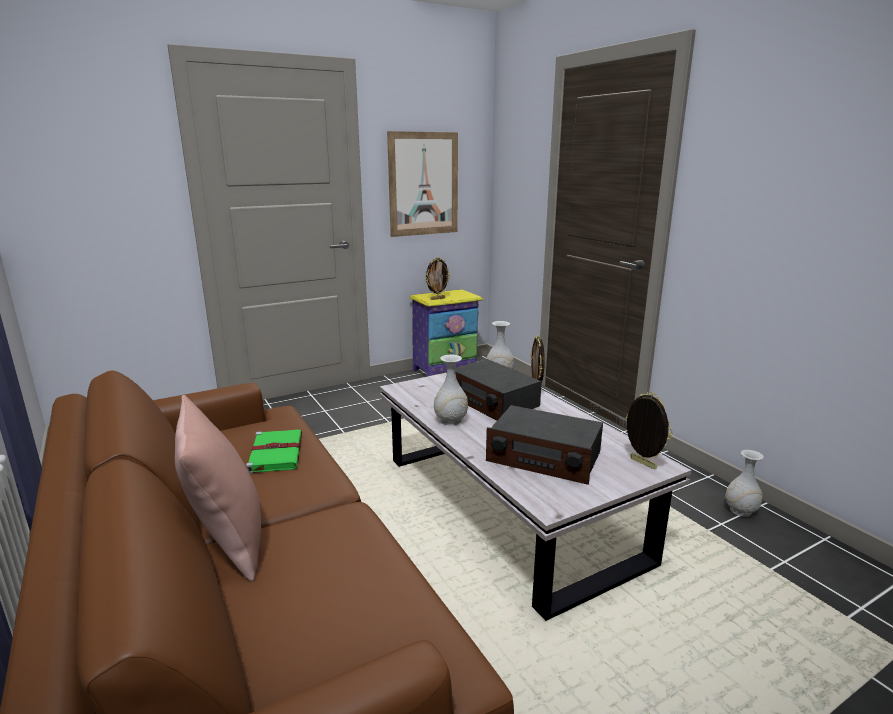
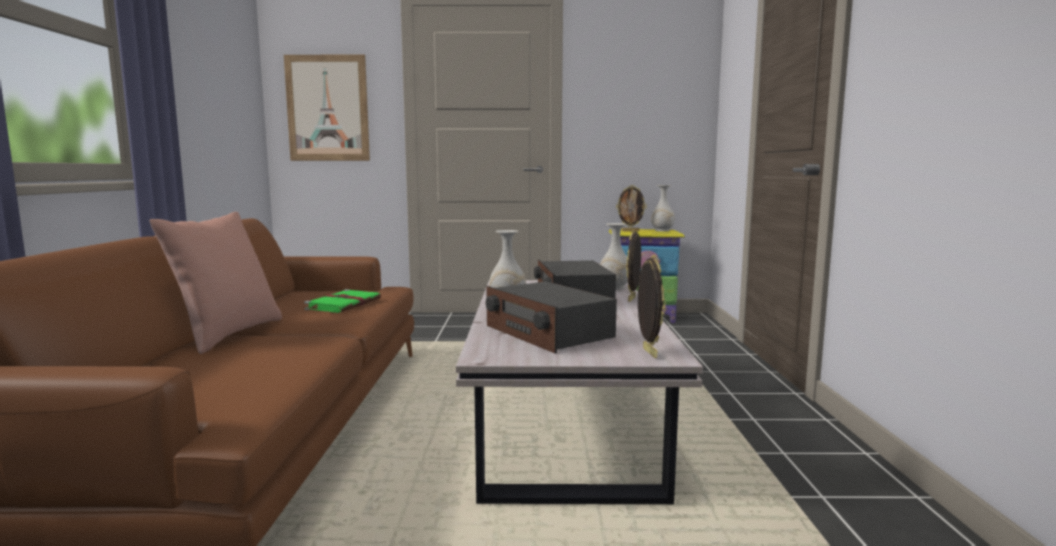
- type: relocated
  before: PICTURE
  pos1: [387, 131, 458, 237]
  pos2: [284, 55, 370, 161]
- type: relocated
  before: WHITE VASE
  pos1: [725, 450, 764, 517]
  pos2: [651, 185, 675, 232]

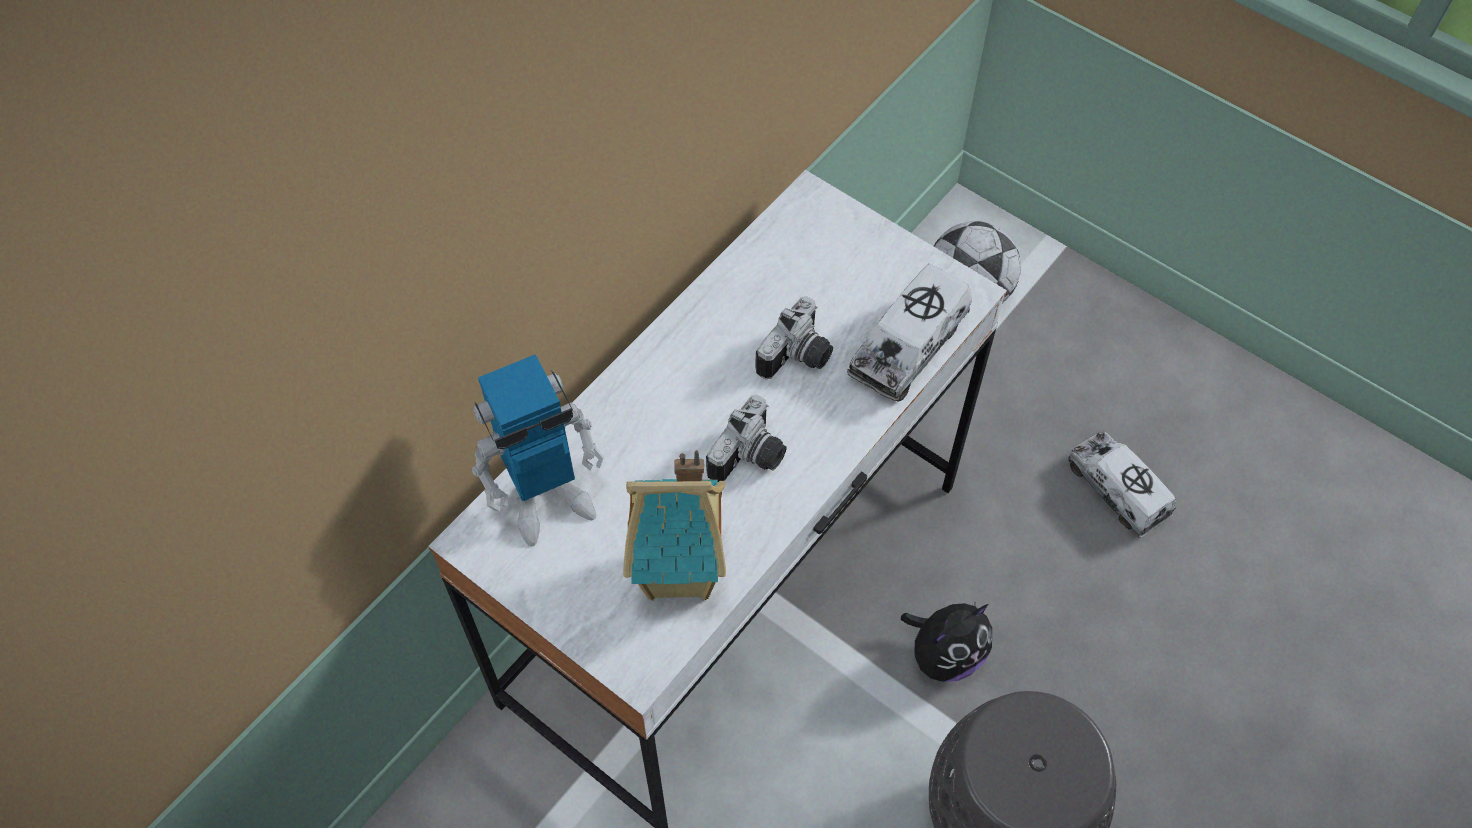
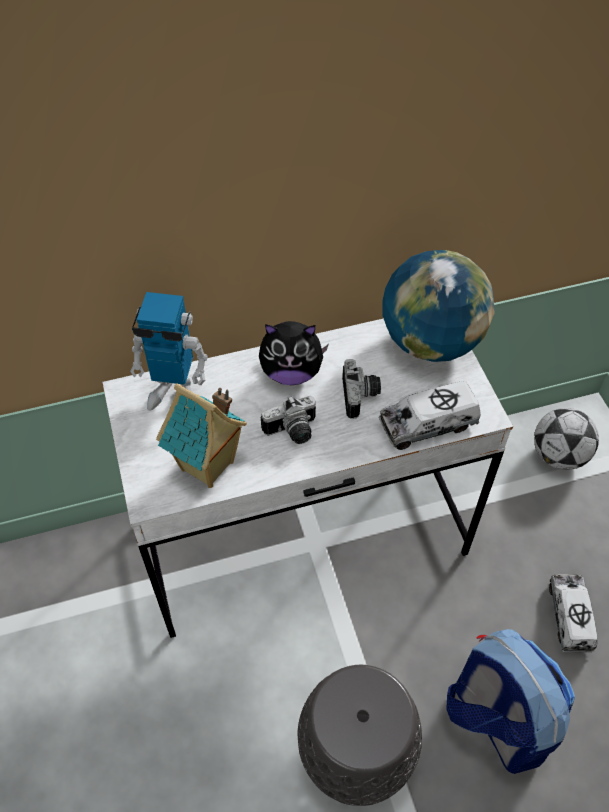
- type: spun
  before: PHOTO CAMERA
  pos1: [755, 296, 833, 379]
  pos2: [342, 359, 381, 419]
  turn: -75
- type: relocated
  before: PLUSH TOY
  pos1: [901, 601, 992, 682]
  pos2: [259, 321, 329, 385]
- type: appeared
  after: GLOBE
  pos2: [382, 250, 495, 362]
- type: appeared
  after: BACKPACK
  pos2: [446, 629, 575, 774]

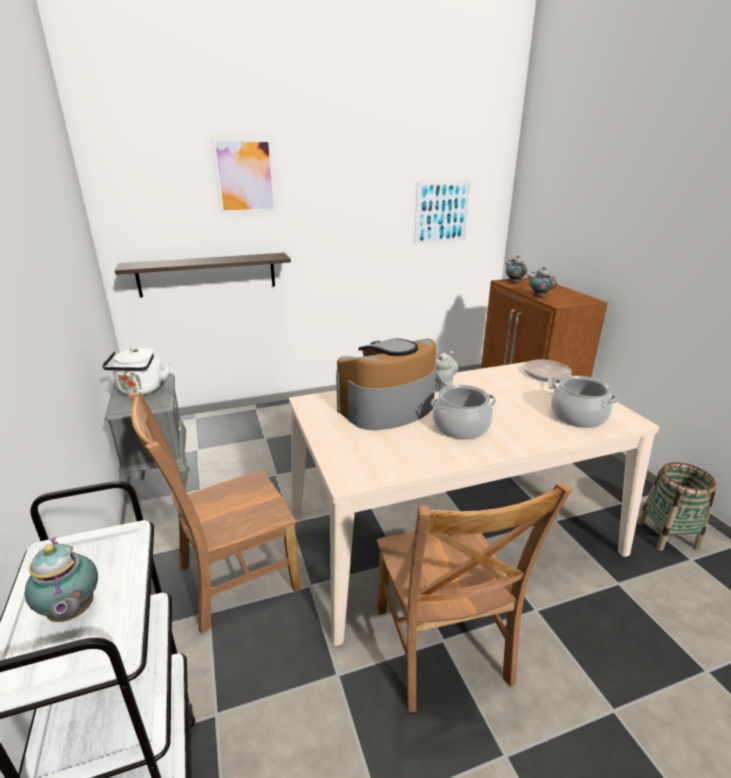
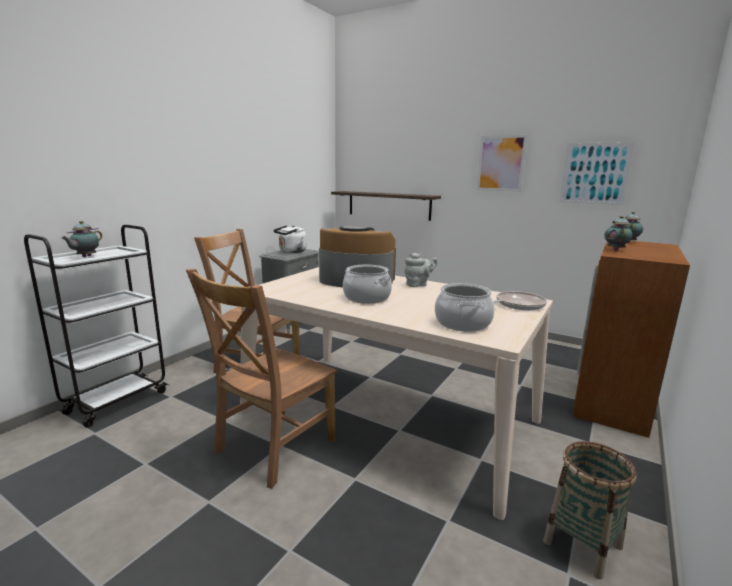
- type: relocated
  before: PICTURE
  pos1: [211, 138, 277, 214]
  pos2: [477, 135, 527, 192]

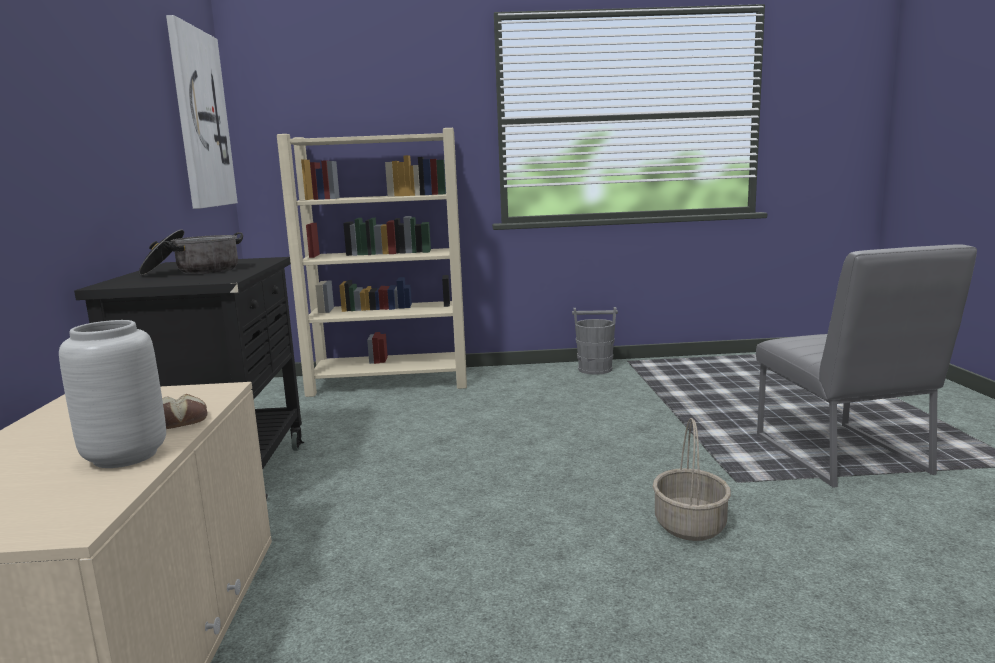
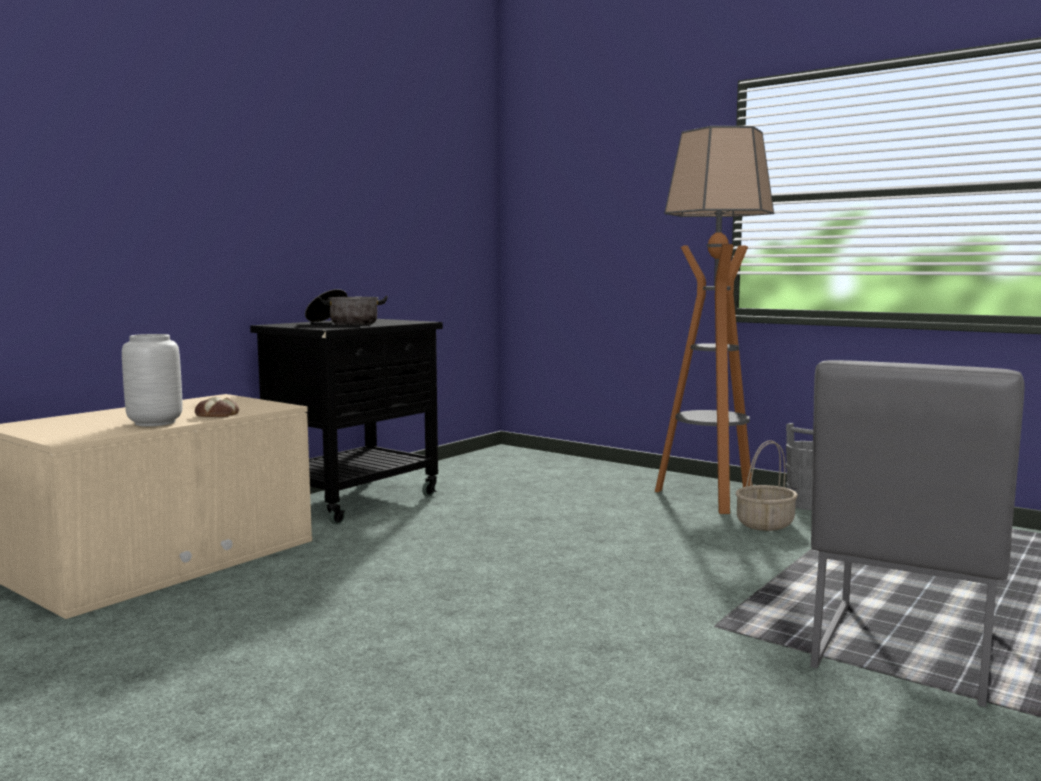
- type: missing
  before: PICTURE
  pos1: [166, 15, 238, 209]
- type: missing
  before: BEIGE BOOKCASE
  pos1: [277, 128, 467, 397]
- type: relocated
  before: BASKET
  pos1: [653, 418, 731, 541]
  pos2: [736, 440, 798, 531]
- type: appeared
  after: FLOOR LAMP
  pos2: [655, 126, 774, 514]

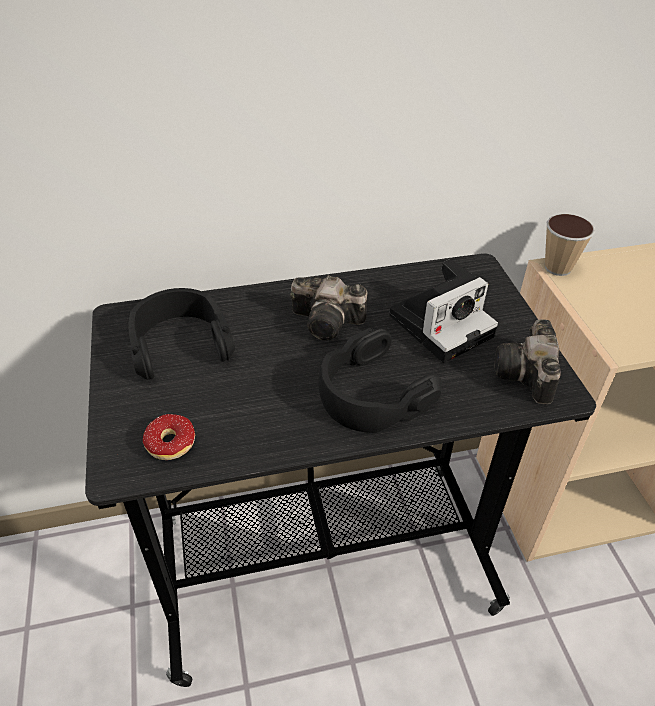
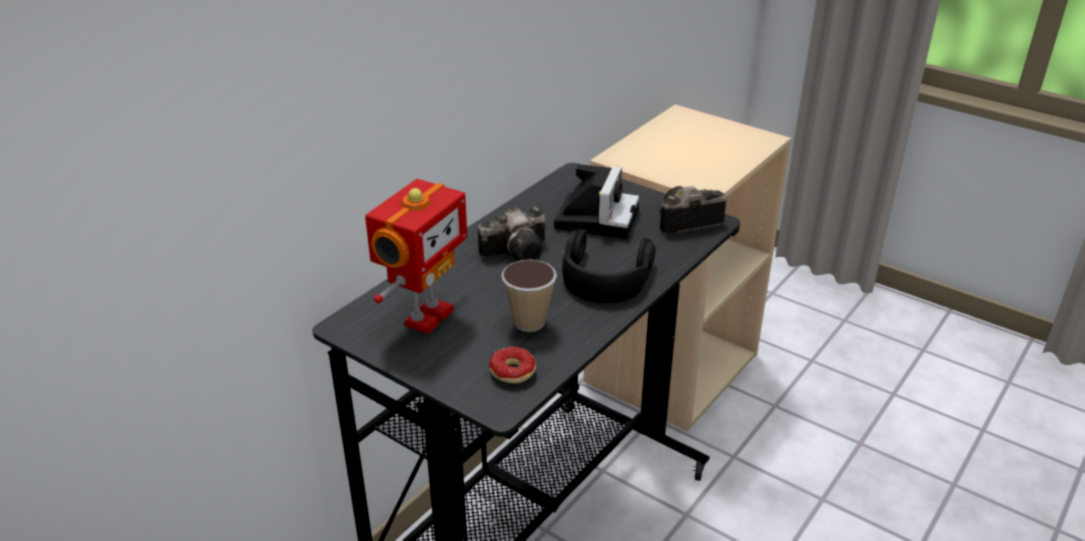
- type: relocated
  before: CUP
  pos1: [545, 214, 595, 276]
  pos2: [501, 260, 557, 332]
- type: exchanged
  before: BLACK HEADPHONES
  after: TOY ROBOT
  pos1: [128, 288, 235, 380]
  pos2: [365, 179, 467, 334]
- type: spun
  before: PHOTO CAMERA
  pos1: [495, 319, 561, 404]
  pos2: [660, 186, 727, 234]
  turn: 105

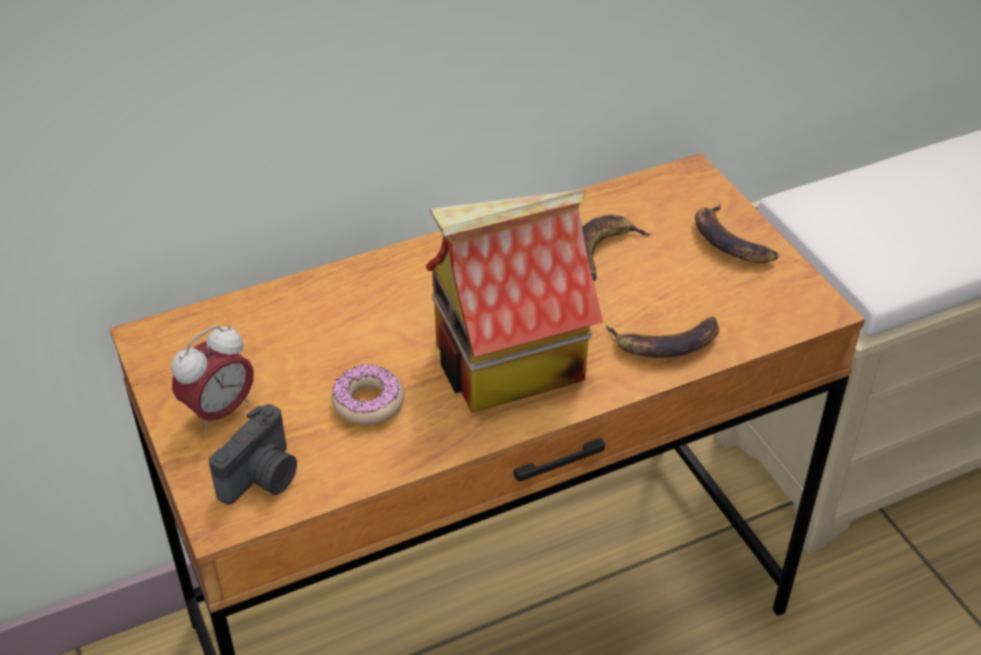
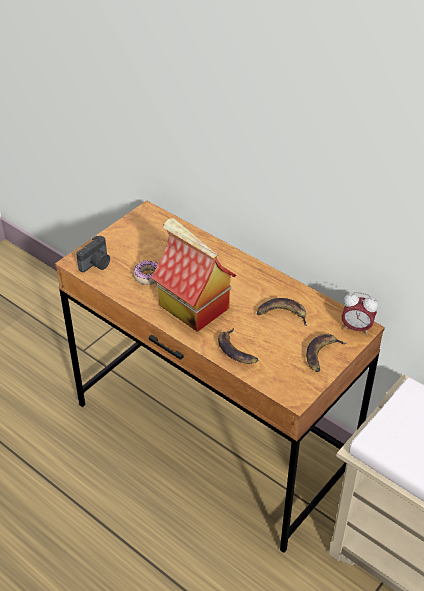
- type: relocated
  before: ALARM CLOCK
  pos1: [171, 325, 254, 433]
  pos2: [341, 292, 378, 335]
- type: spun
  before: PHOTO CAMERA
  pos1: [209, 404, 297, 505]
  pos2: [76, 236, 110, 272]
  turn: -60

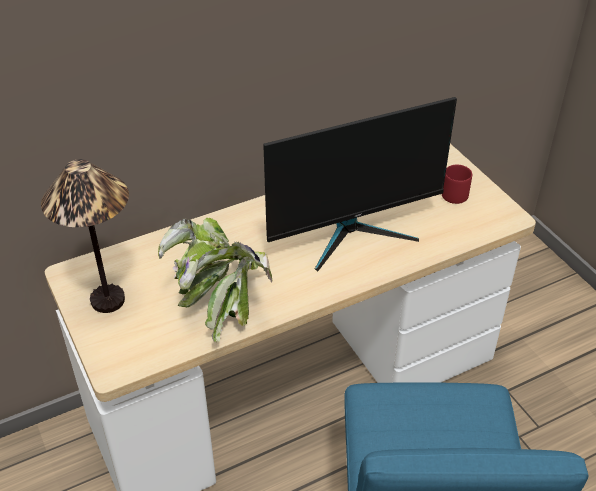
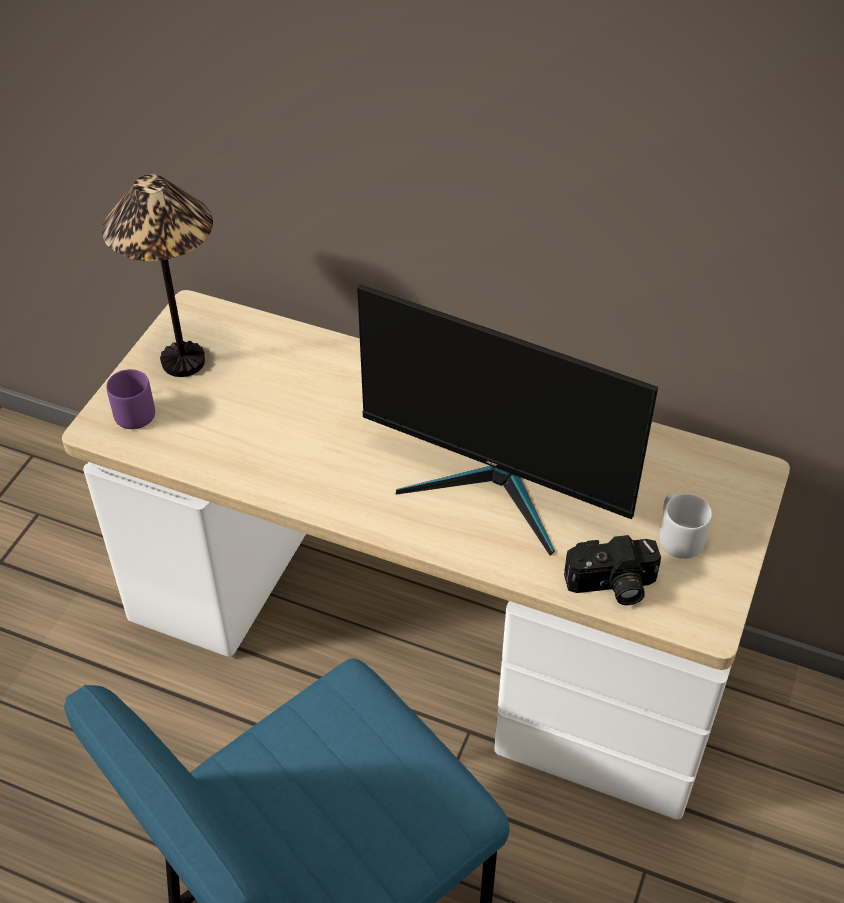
- type: colour
  before: RED MUG
  after: GREY MUG
  pos1: [442, 164, 472, 204]
  pos2: [659, 494, 712, 559]
- type: missing
  before: POTTED PLANT
  pos1: [158, 218, 272, 342]
- type: appeared
  after: PURPLE MUG
  pos2: [106, 369, 155, 429]
- type: appeared
  after: PHOTO CAMERA
  pos2: [564, 535, 661, 605]

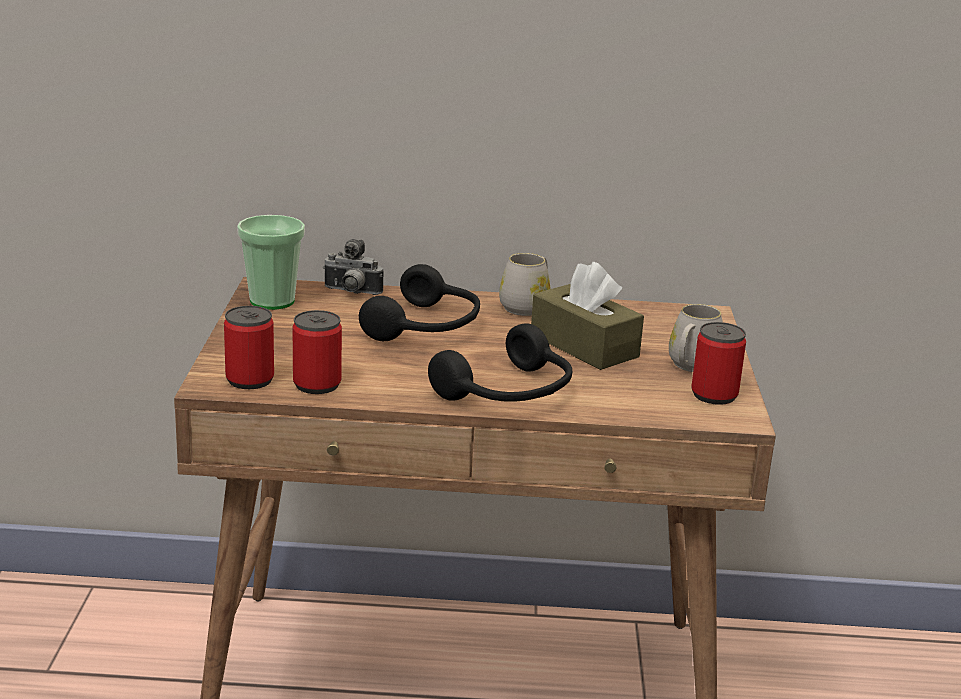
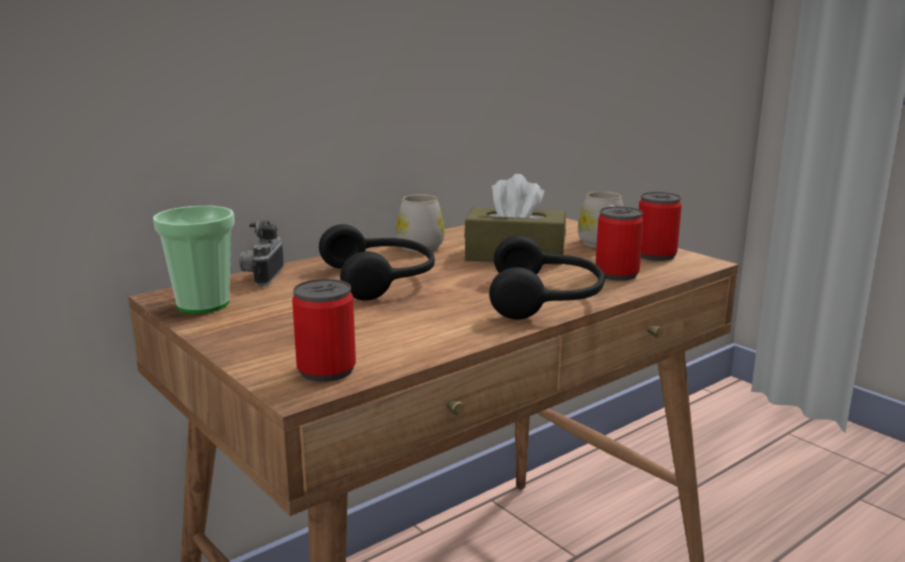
- type: spun
  before: PHOTO CAMERA
  pos1: [323, 239, 384, 295]
  pos2: [239, 220, 284, 286]
  turn: 120
- type: relocated
  before: CAN
  pos1: [293, 310, 342, 394]
  pos2: [596, 206, 644, 281]

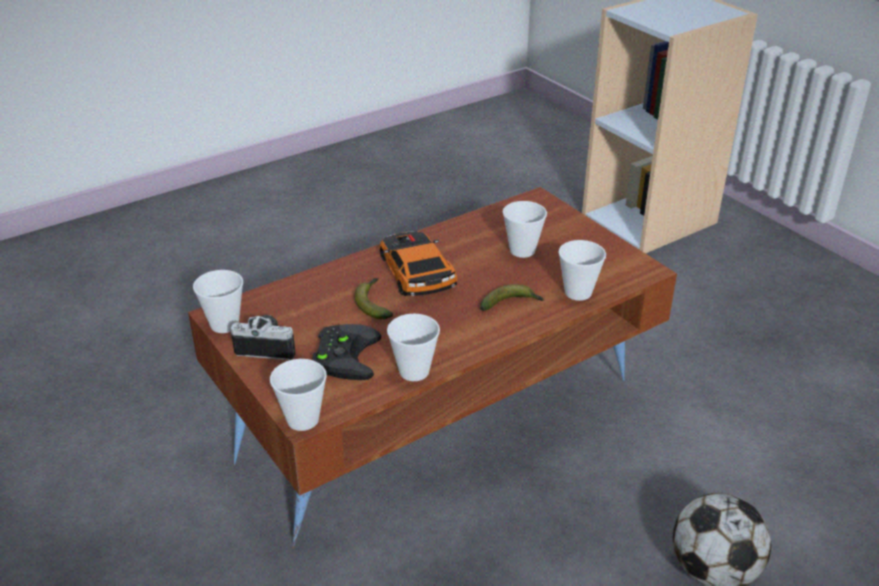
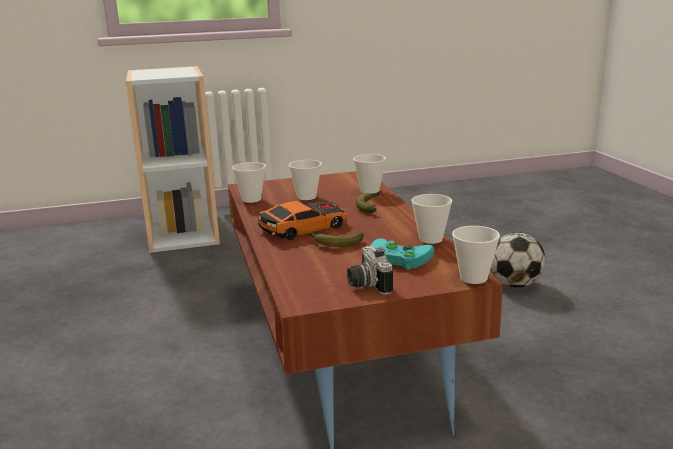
- type: spun
  before: TOY CAR
  pos1: [379, 231, 457, 296]
  pos2: [257, 201, 347, 240]
  turn: 150
- type: relocated
  before: CUP
  pos1: [193, 270, 243, 333]
  pos2: [232, 162, 266, 203]
- type: spun
  before: PHOTO CAMERA
  pos1: [230, 315, 295, 360]
  pos2: [347, 246, 393, 295]
  turn: -45
- type: colour
  before: BLACK GAME CONTROLLER
  after: TURQUOISE GAME CONTROLLER
  pos1: [312, 324, 381, 380]
  pos2: [370, 238, 434, 270]

